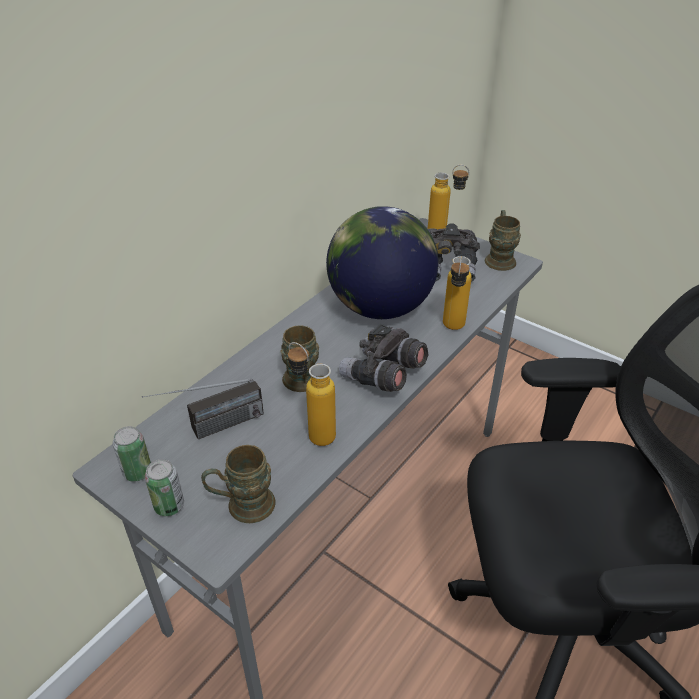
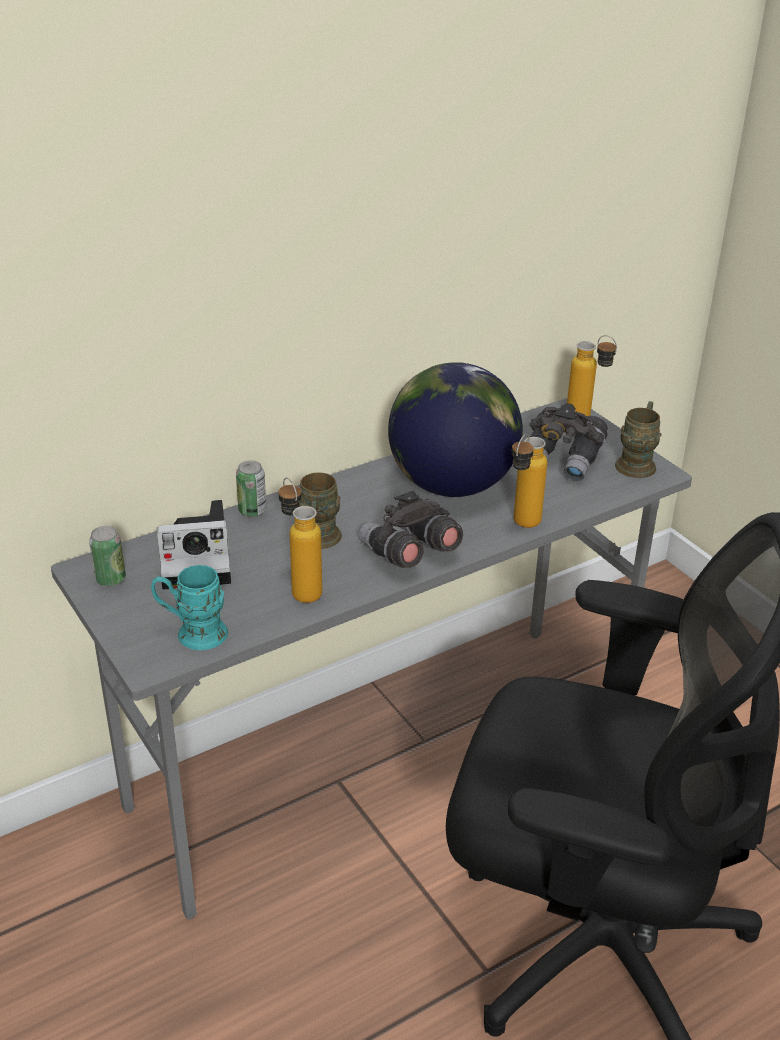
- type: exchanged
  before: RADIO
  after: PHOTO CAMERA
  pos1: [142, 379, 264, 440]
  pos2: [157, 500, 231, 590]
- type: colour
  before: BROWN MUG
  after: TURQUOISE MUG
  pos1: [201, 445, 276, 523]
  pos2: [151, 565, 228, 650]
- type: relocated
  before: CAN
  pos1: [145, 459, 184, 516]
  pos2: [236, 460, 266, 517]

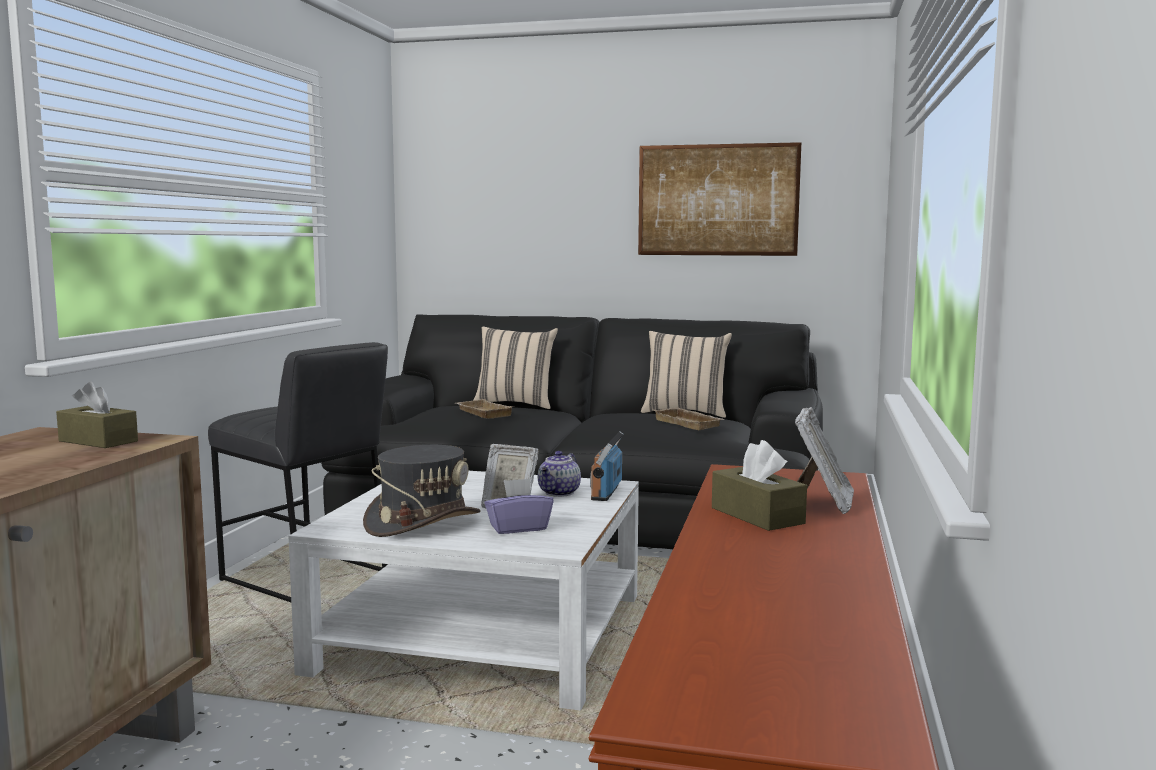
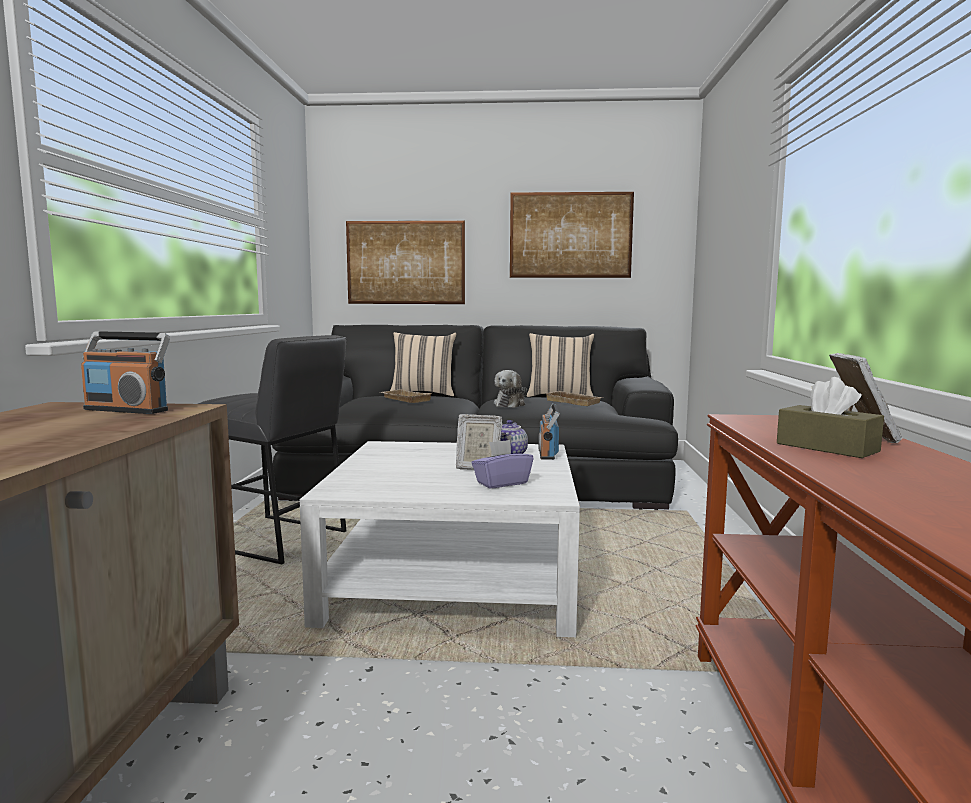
- type: exchanged
  before: BROWN TISSUE BOX
  after: RADIO
  pos1: [56, 382, 138, 448]
  pos2: [81, 332, 170, 414]
- type: missing
  before: GREY HAT
  pos1: [363, 445, 481, 537]
- type: appeared
  after: PICTURE
  pos2: [346, 221, 465, 304]
- type: appeared
  after: PLUSH TOY
  pos2: [494, 370, 527, 408]

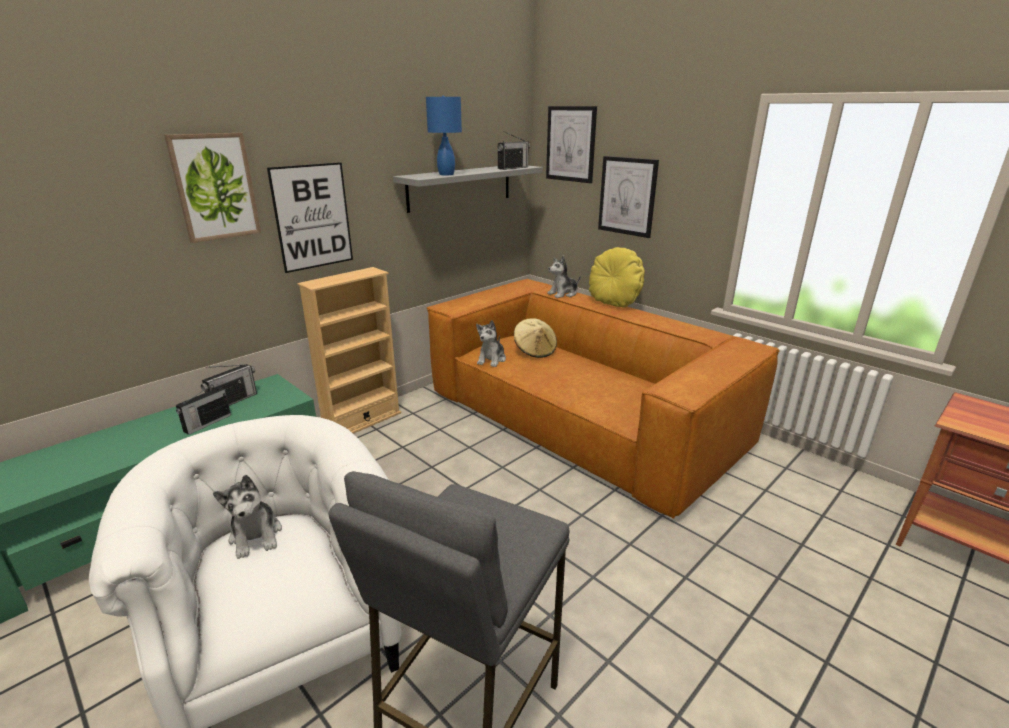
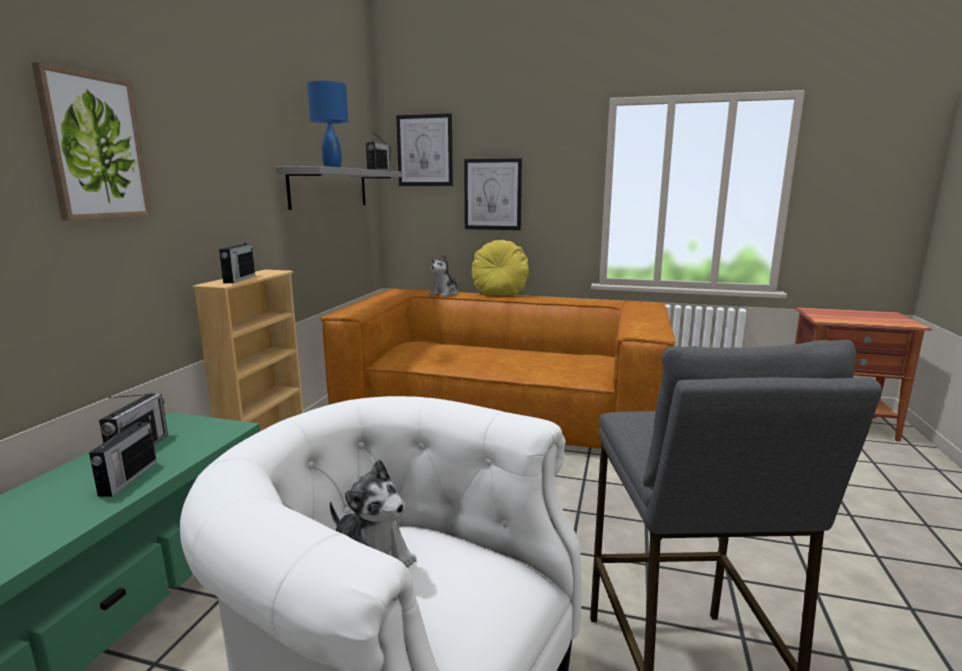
- type: missing
  before: PICTURE
  pos1: [267, 162, 353, 273]
- type: missing
  before: BEIGE HAT
  pos1: [514, 318, 557, 358]
- type: missing
  before: PLUSH TOY
  pos1: [476, 320, 506, 367]
- type: appeared
  after: RADIO
  pos2: [219, 235, 255, 283]

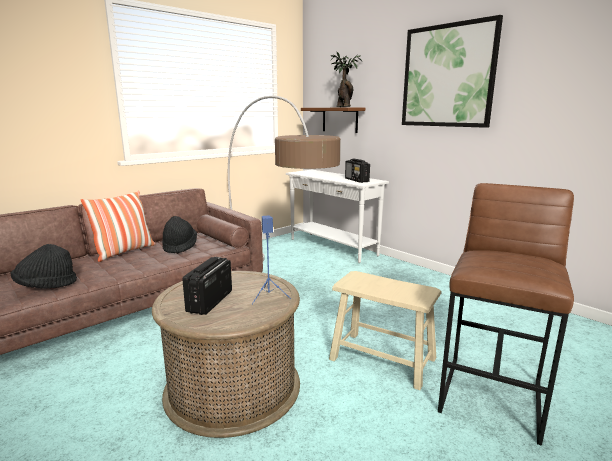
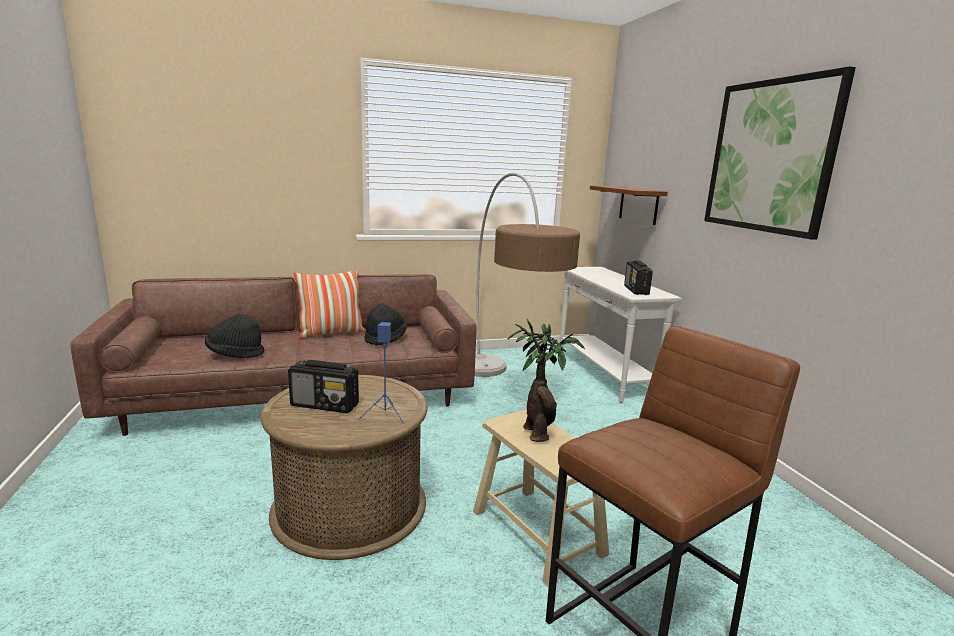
- type: relocated
  before: POTTED PLANT
  pos1: [330, 51, 362, 107]
  pos2: [507, 318, 585, 442]
- type: spun
  before: RADIO
  pos1: [182, 257, 232, 315]
  pos2: [288, 360, 359, 413]
  turn: -120

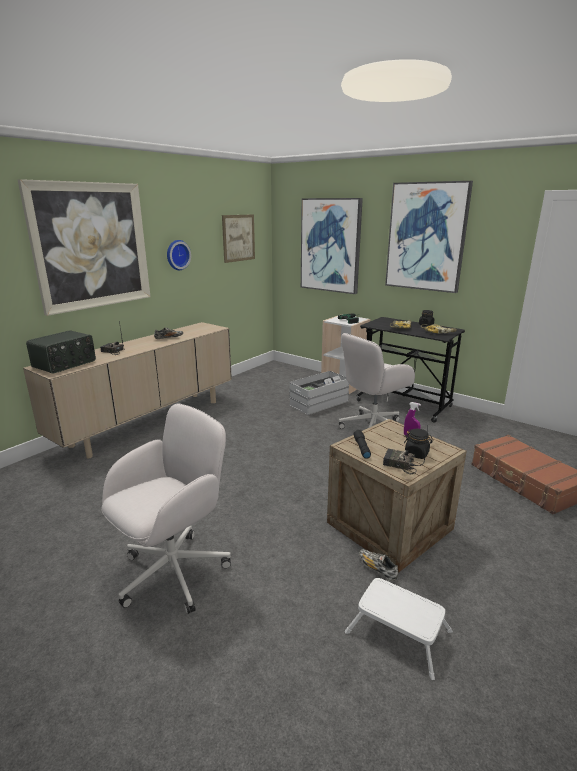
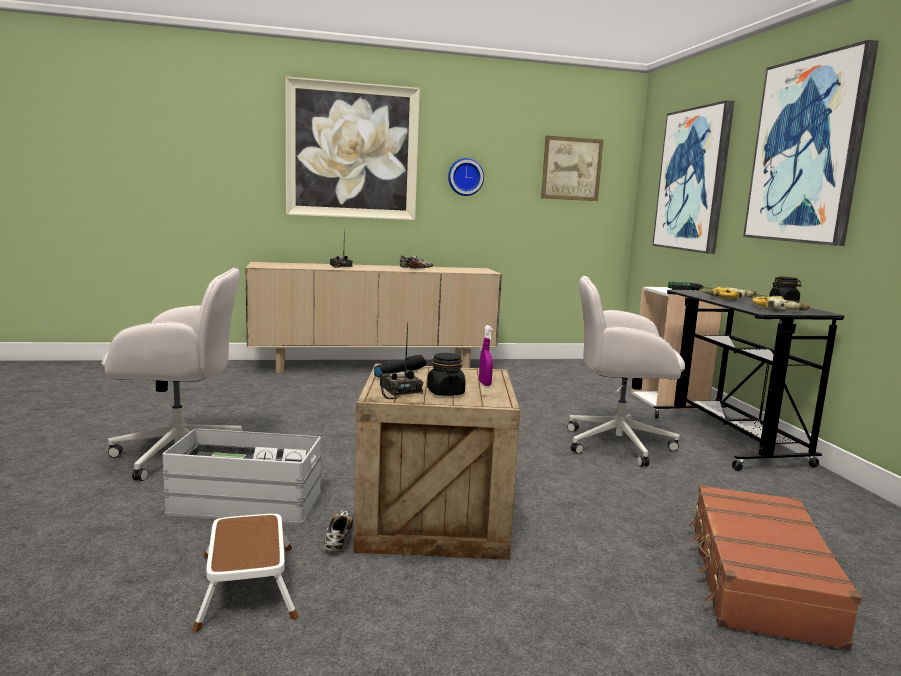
- type: missing
  before: RADIO
  pos1: [26, 330, 96, 374]
- type: relocated
  before: GREY STORAGE BOX
  pos1: [289, 371, 349, 415]
  pos2: [163, 428, 321, 525]
- type: colour
  before: WHITE STEP LADDER
  after: BROWN STEP LADDER
  pos1: [345, 578, 453, 680]
  pos2: [192, 514, 299, 633]

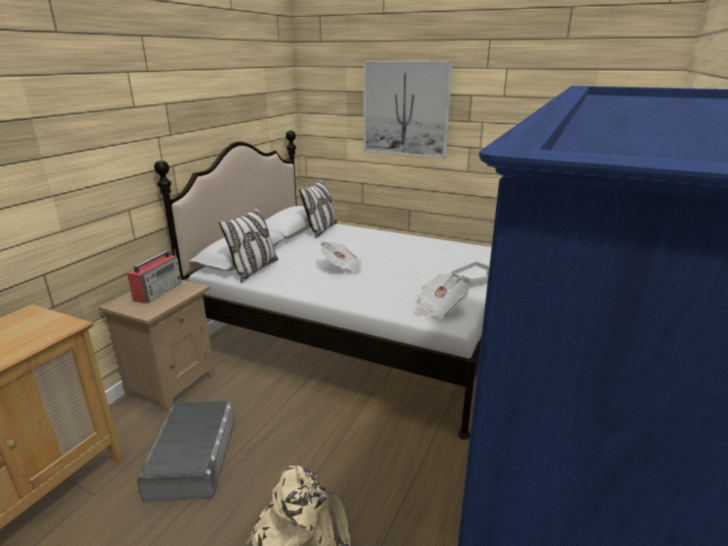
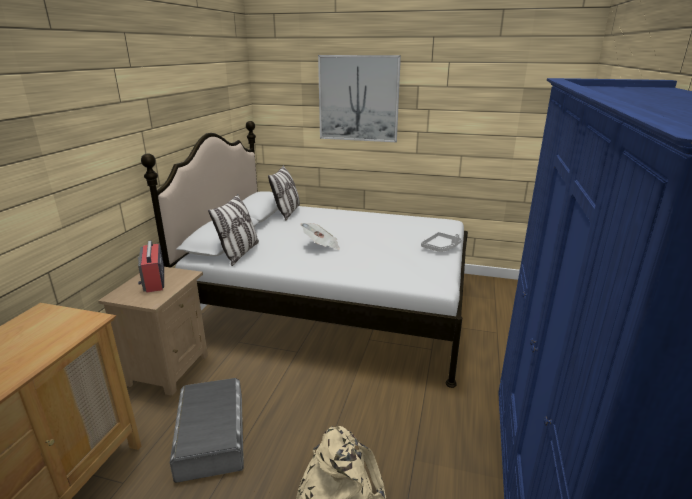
- type: spun
  before: RADIO
  pos1: [127, 249, 182, 304]
  pos2: [138, 241, 164, 293]
  turn: 150
- type: missing
  before: NEWSPAPER
  pos1: [414, 273, 469, 318]

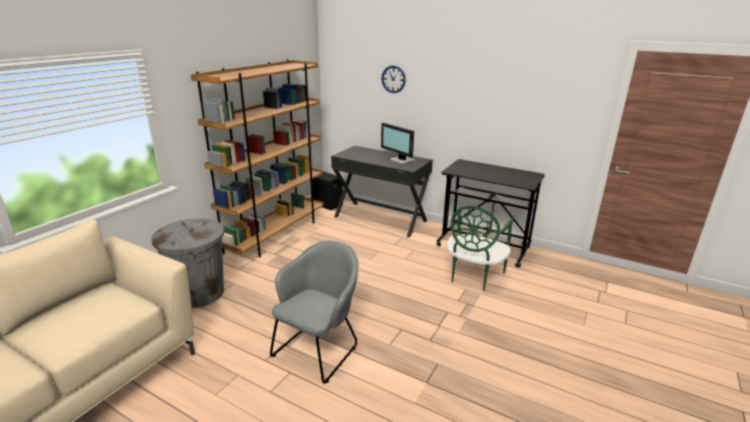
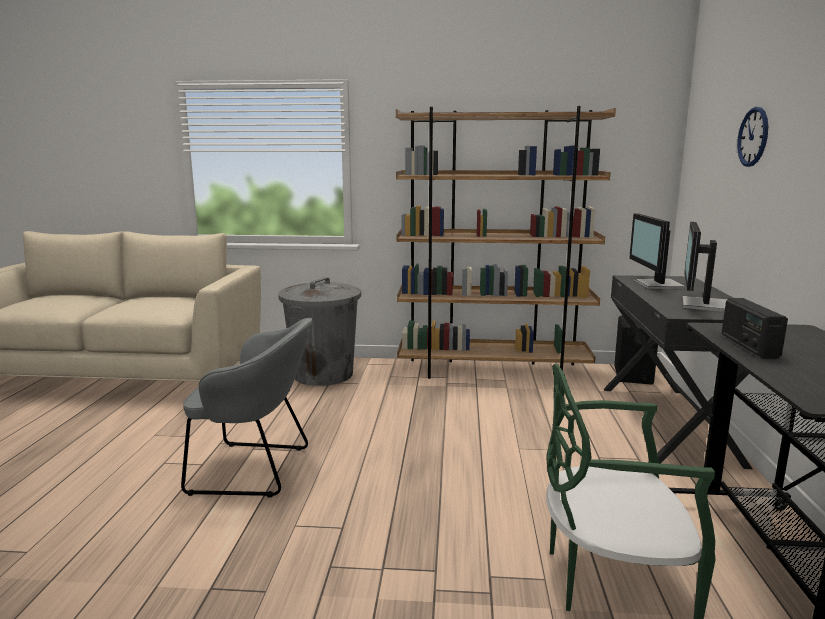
- type: appeared
  after: MONITOR
  pos2: [629, 213, 686, 289]
- type: appeared
  after: RADIO
  pos2: [722, 298, 788, 358]

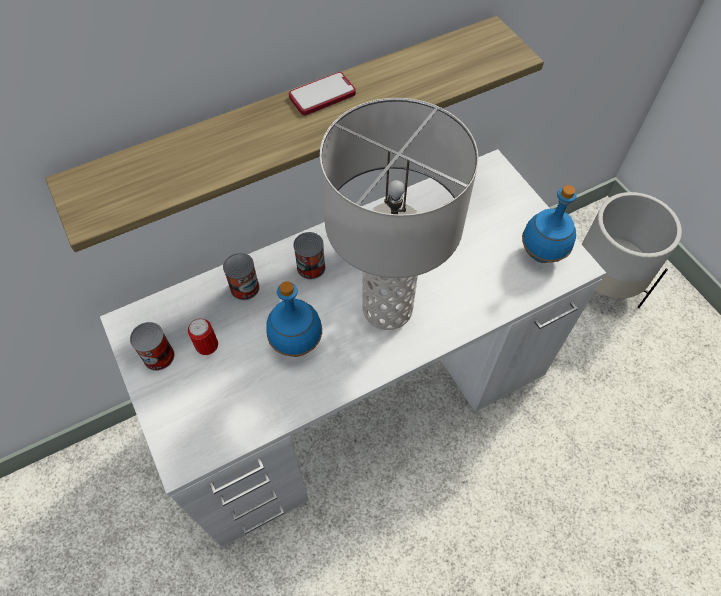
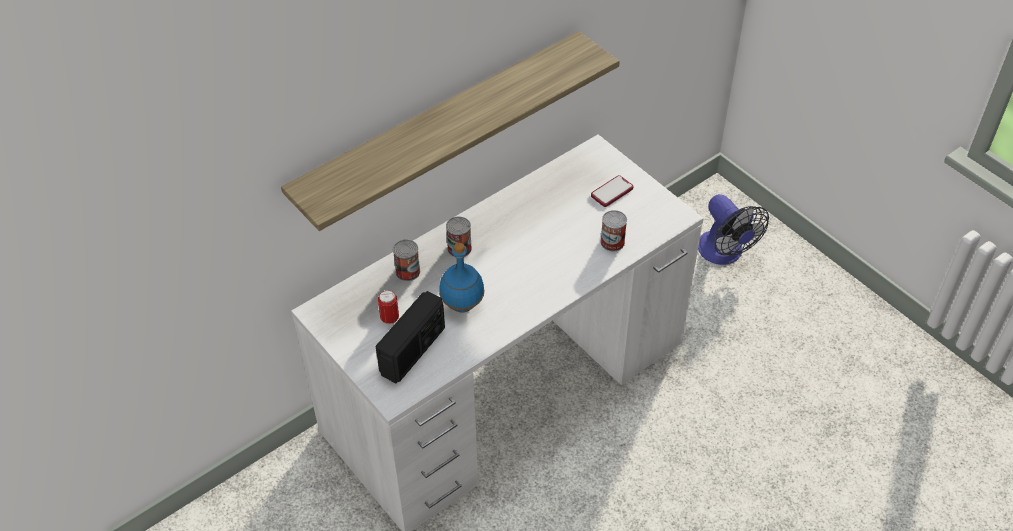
- type: relocated
  before: PHONE
  pos1: [289, 72, 356, 115]
  pos2: [591, 175, 633, 207]
- type: missing
  before: WHITE TABLE LAMP
  pos1: [320, 98, 479, 330]
- type: missing
  before: BLUE BOTTLE
  pos1: [522, 185, 577, 263]
- type: exchanged
  before: WHITE PLANTER
  after: FAN
  pos1: [582, 192, 682, 308]
  pos2: [698, 194, 769, 265]
- type: relocated
  before: CAN
  pos1: [130, 322, 174, 371]
  pos2: [600, 210, 627, 251]
- type: appeared
  after: RADIO
  pos2: [376, 291, 445, 383]

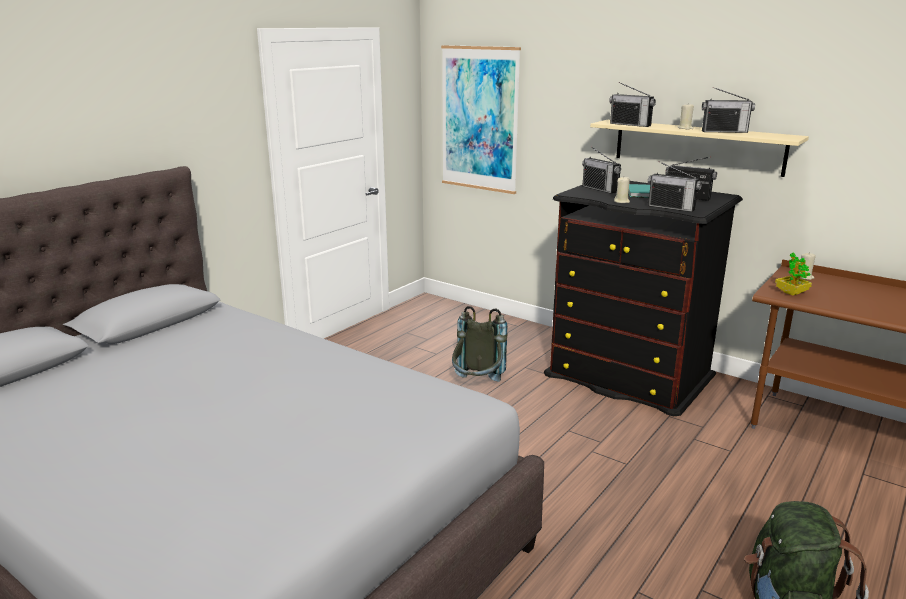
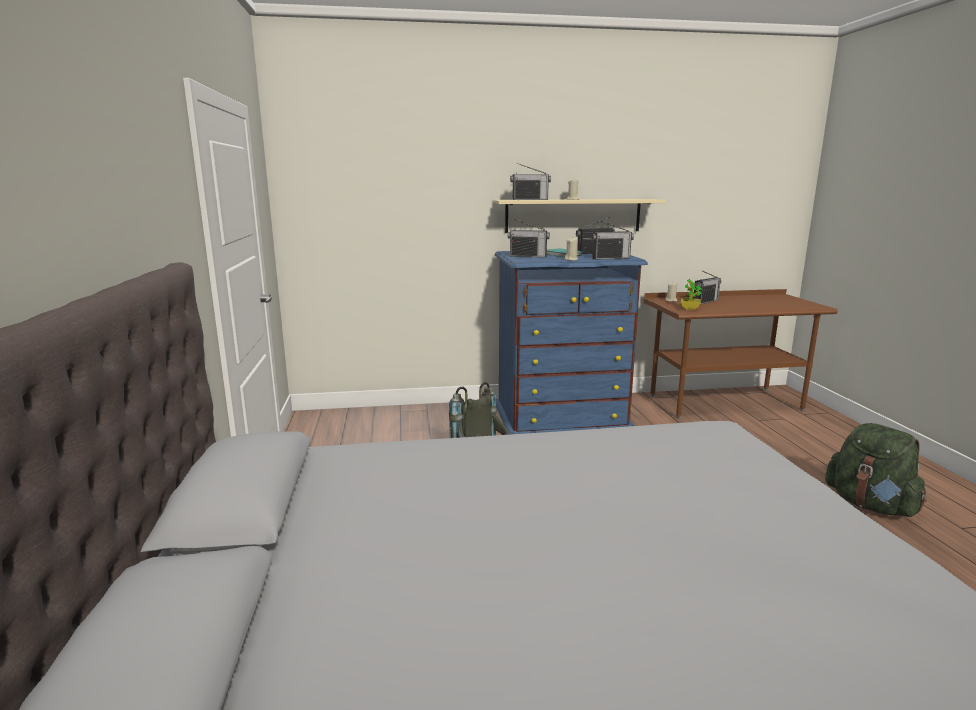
- type: missing
  before: PICTURE
  pos1: [441, 45, 521, 194]
- type: relocated
  before: RADIO
  pos1: [702, 87, 755, 133]
  pos2: [693, 271, 721, 304]
- type: colour
  before: BLACK DRESSER
  after: BLUE DRESSER
  pos1: [544, 181, 743, 416]
  pos2: [495, 251, 648, 434]

